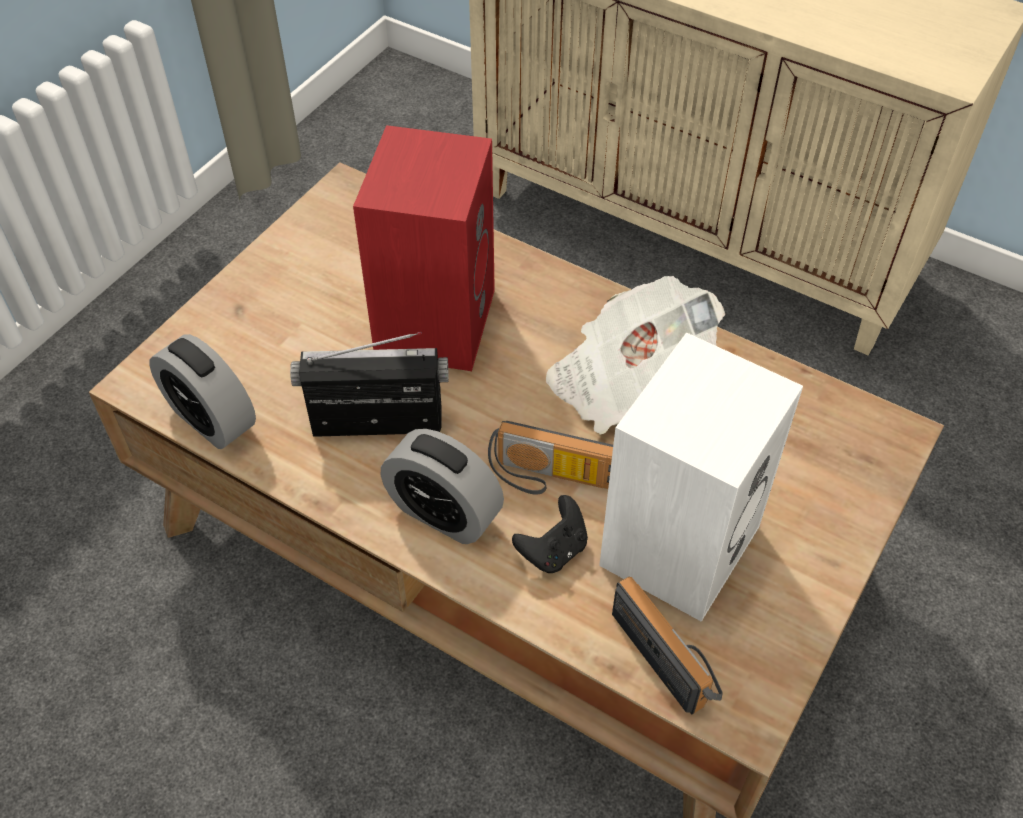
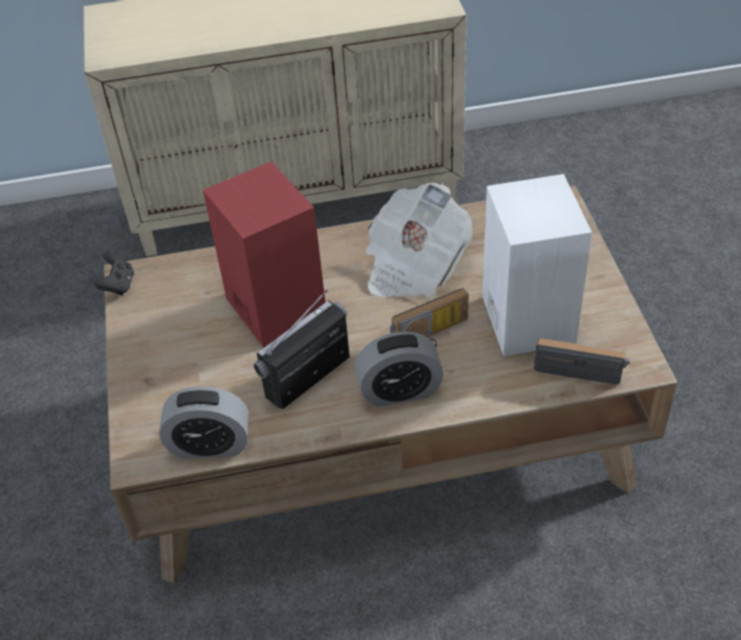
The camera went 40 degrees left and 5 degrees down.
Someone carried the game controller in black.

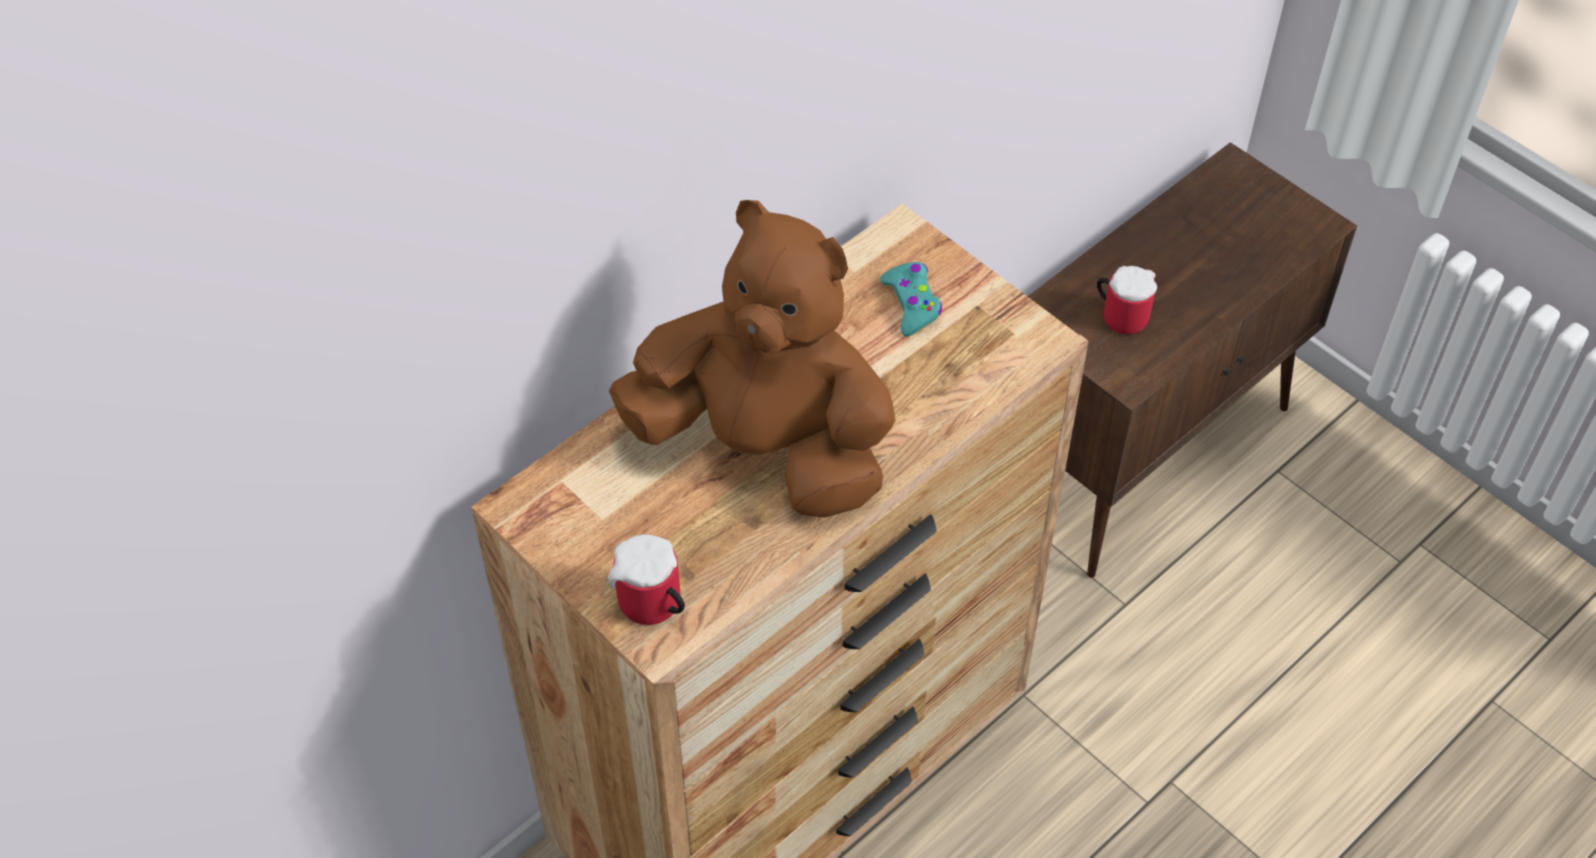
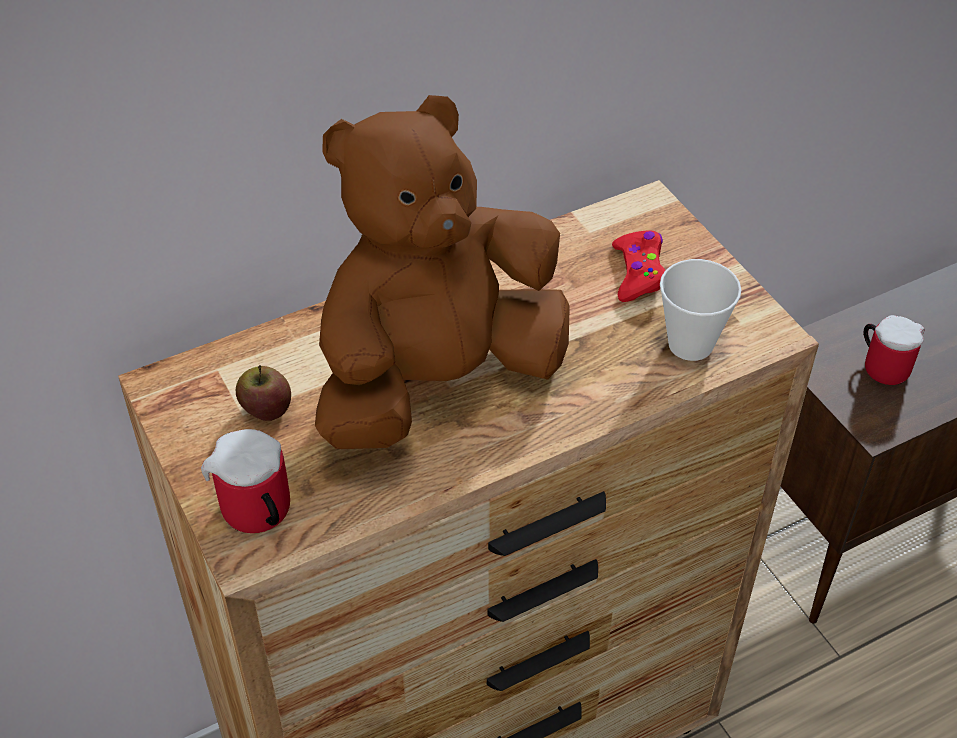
The camera went 15 degrees right and 5 degrees down.
Someone rotated the plush toy in brown by 75 degrees counterclockwise.
Someone repainted the game controller in turquoise, which became the game controller in red.
Someone put down the apple.
Someone put down the cup.

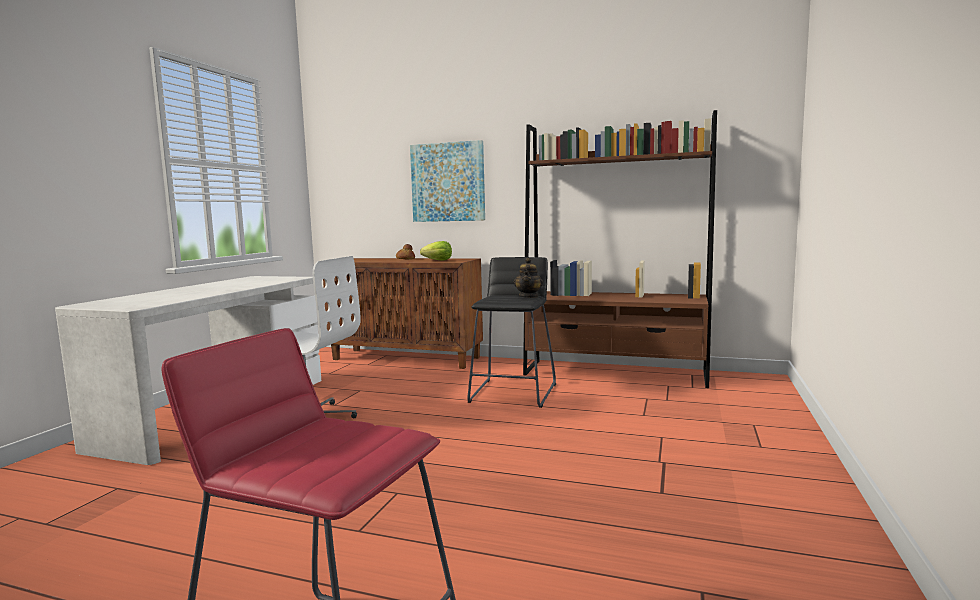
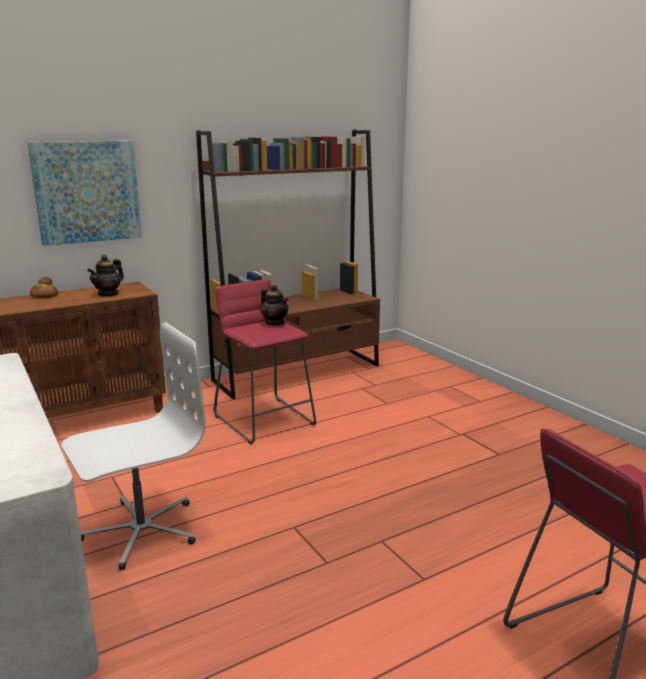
The camera went 50 degrees left and 10 degrees up.
Someone swapped the lettuce for the teapot (no. 1 from left).
Someone repainted the stool in black, which became the stool in red (no. 1 from left).

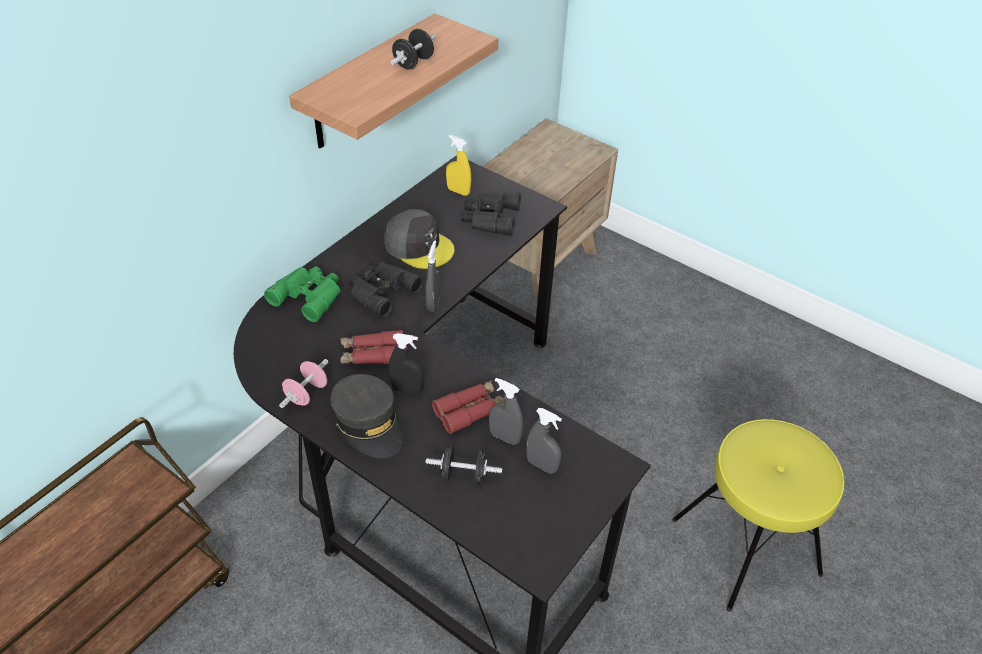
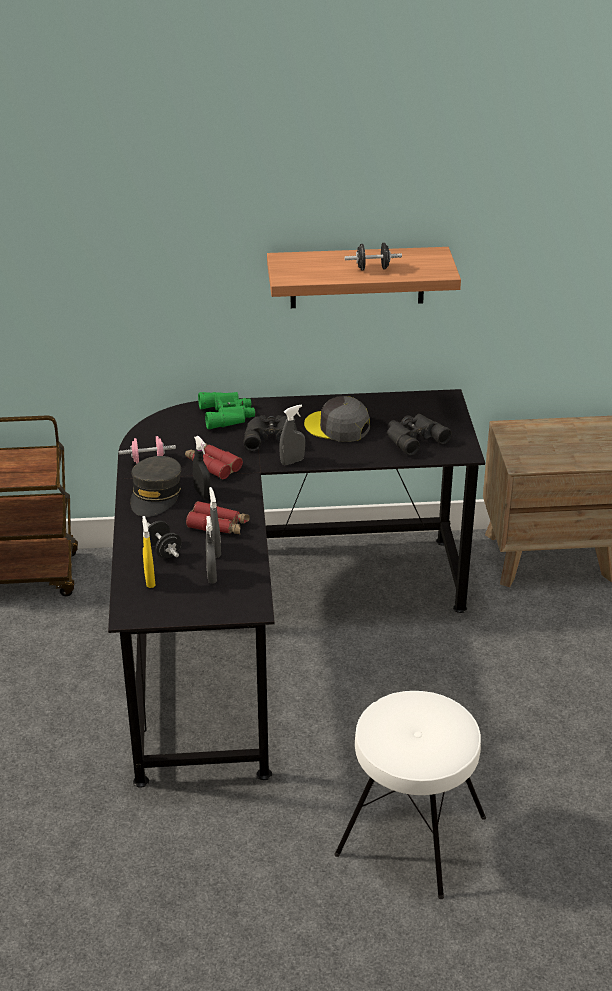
The camera went 50 degrees right and 10 degrees down.
Someone rotated the cap in grey (no. 2 from left) by 120 degrees clockwise.
Someone carried the spray bottle in yellow.
Someone repainted the stool in yellow, which became the stool in white.

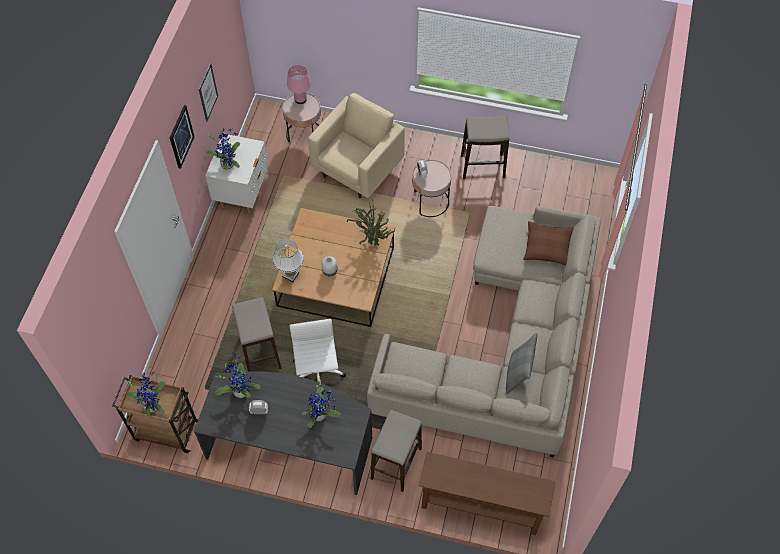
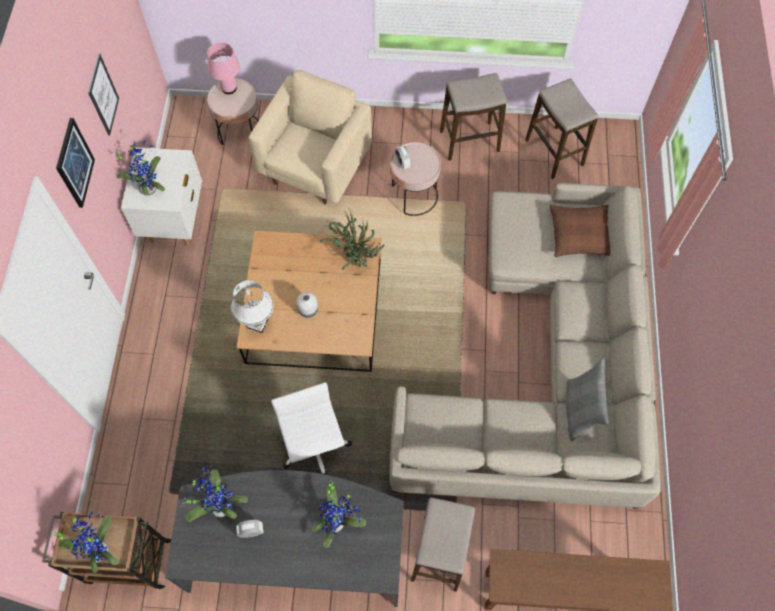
The camera went 10 degrees left and 5 degrees up.
Someone carried the stool (no. 1 from left in the first image).

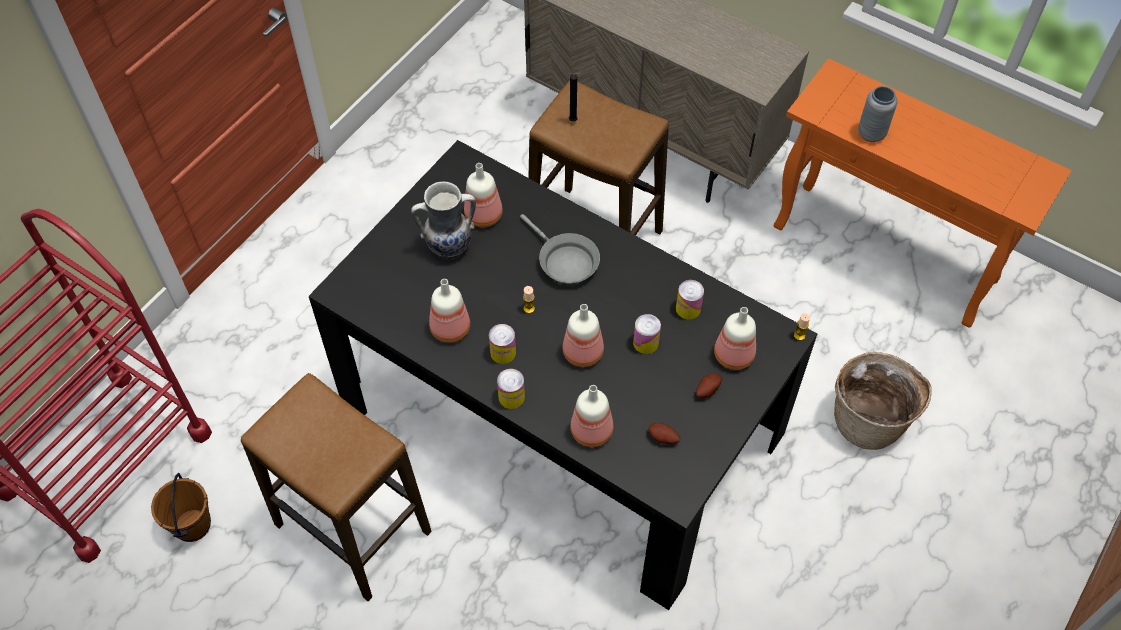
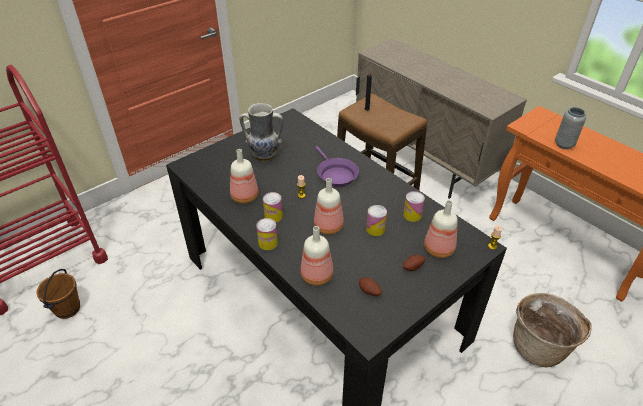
The camera went 15 degrees right and 15 degrees down.
Someone took away the stool (no. 1 from left).
Someone took away the bottle (no. 2 from left).
Someone repainted the frying pan in grey, which became the frying pan in purple.

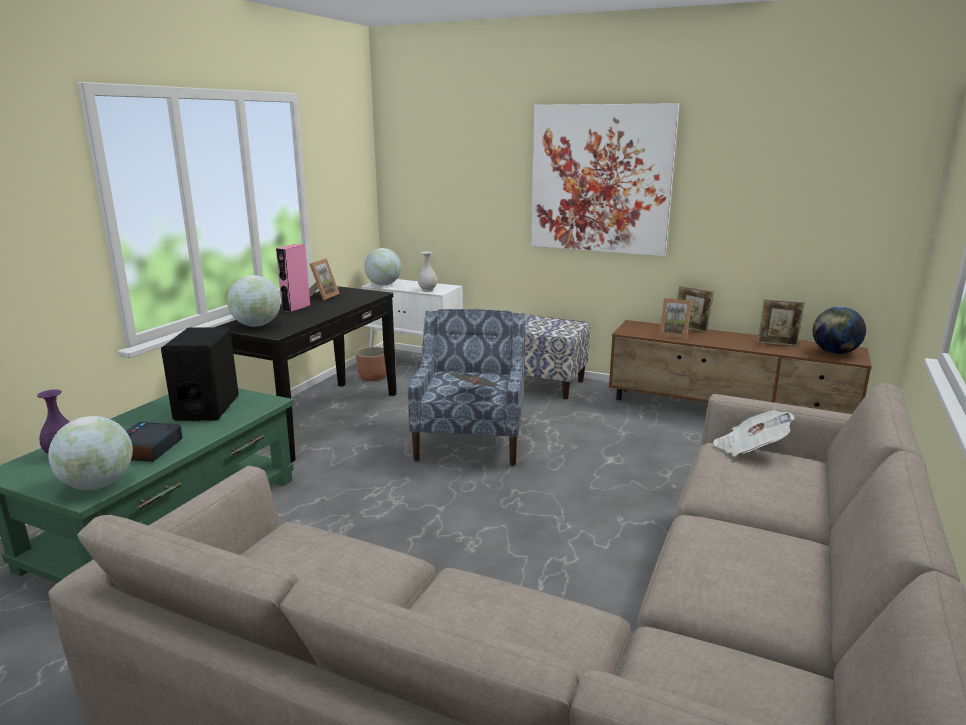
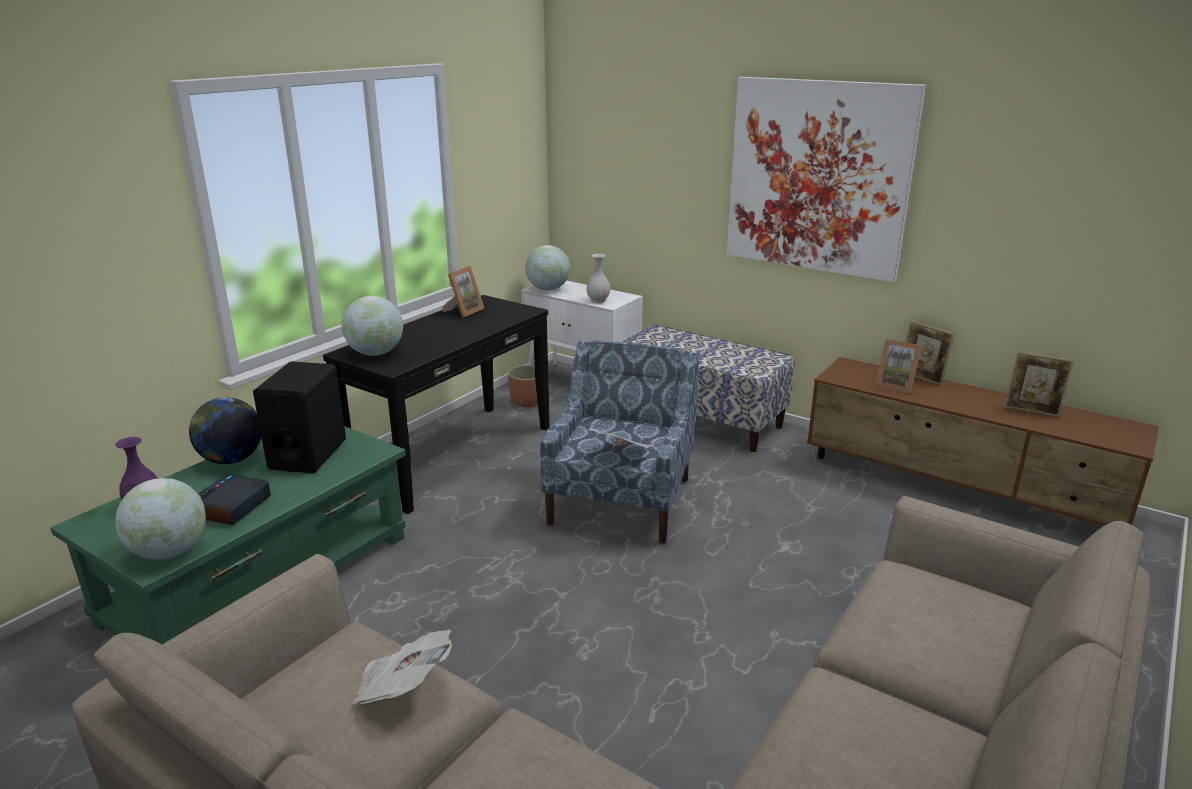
The camera went 10 degrees right and 5 degrees up.
Someone took away the speaker in pink.
Someone carried the newspaper (no. 2 from left in the first image).
Someone carried the globe (no. 4 from left in the first image).

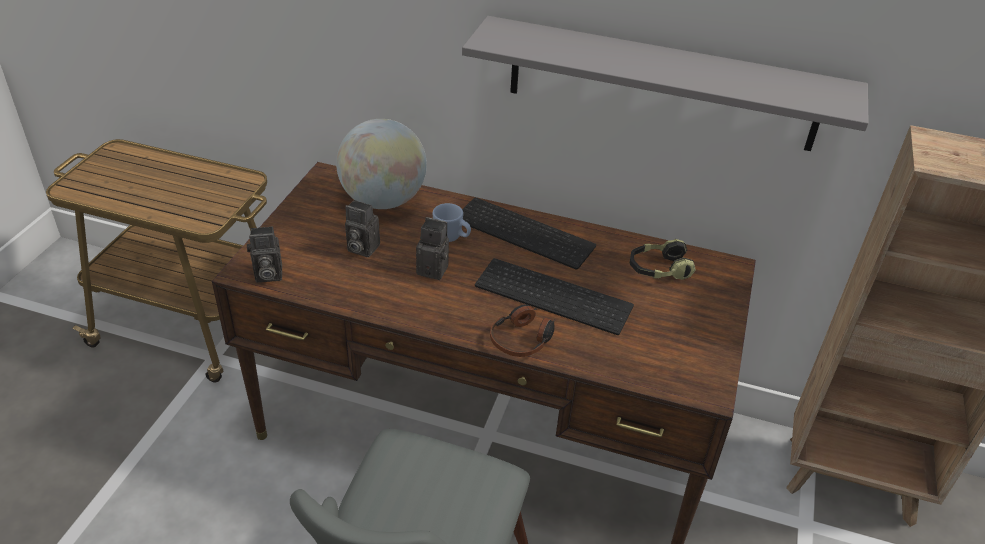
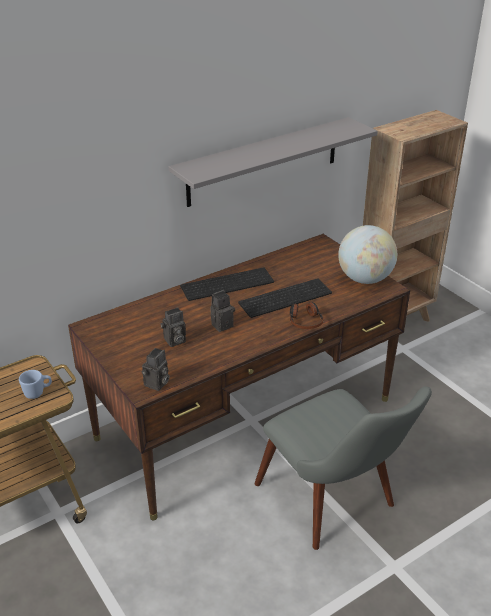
The camera went 50 degrees left and 5 degrees down.
Someone carried the globe.
Someone carried the mug in blue.
Someone took away the headphones (no. 2 from left).

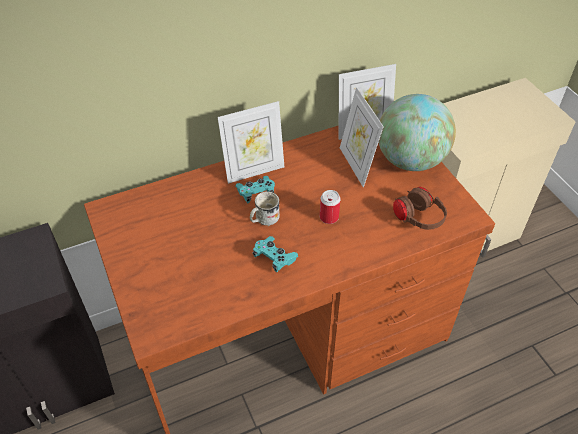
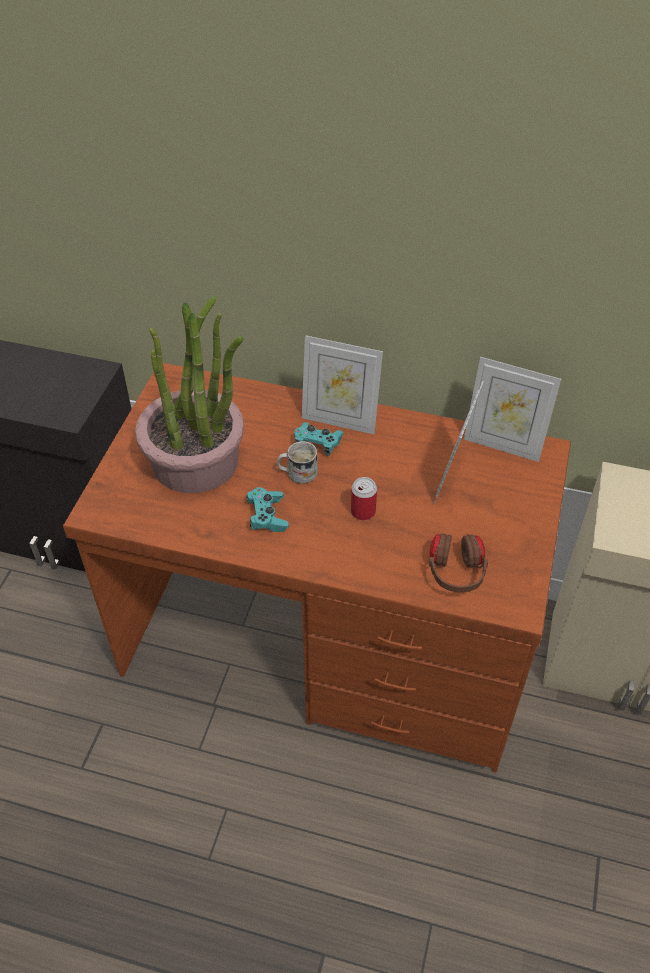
The camera went 40 degrees right and 0 degrees up.
Someone took away the globe.
Someone put down the potted plant.

